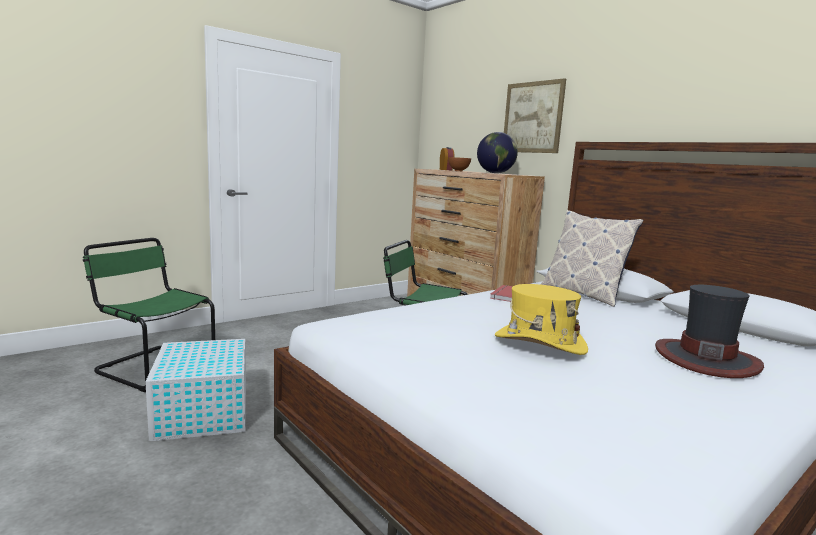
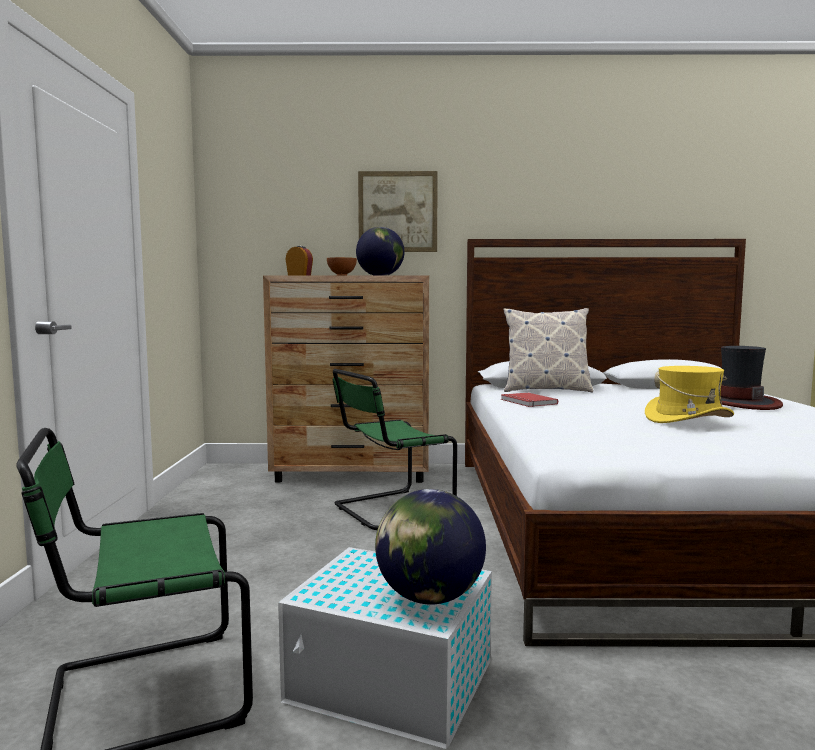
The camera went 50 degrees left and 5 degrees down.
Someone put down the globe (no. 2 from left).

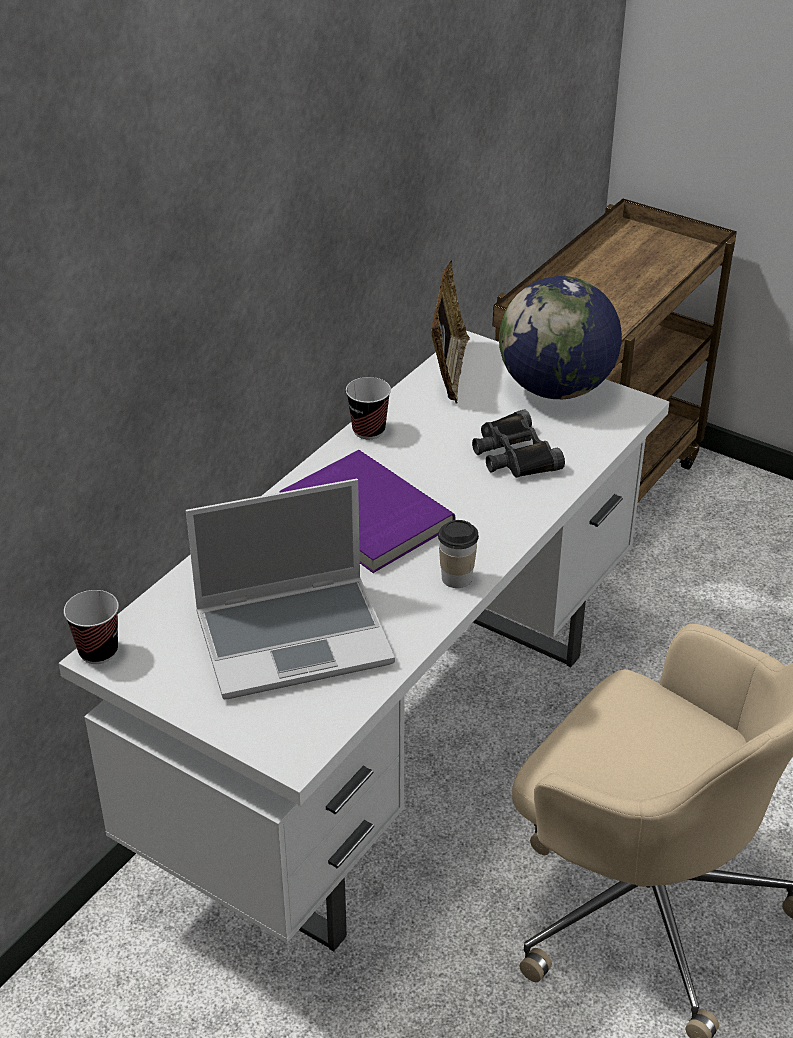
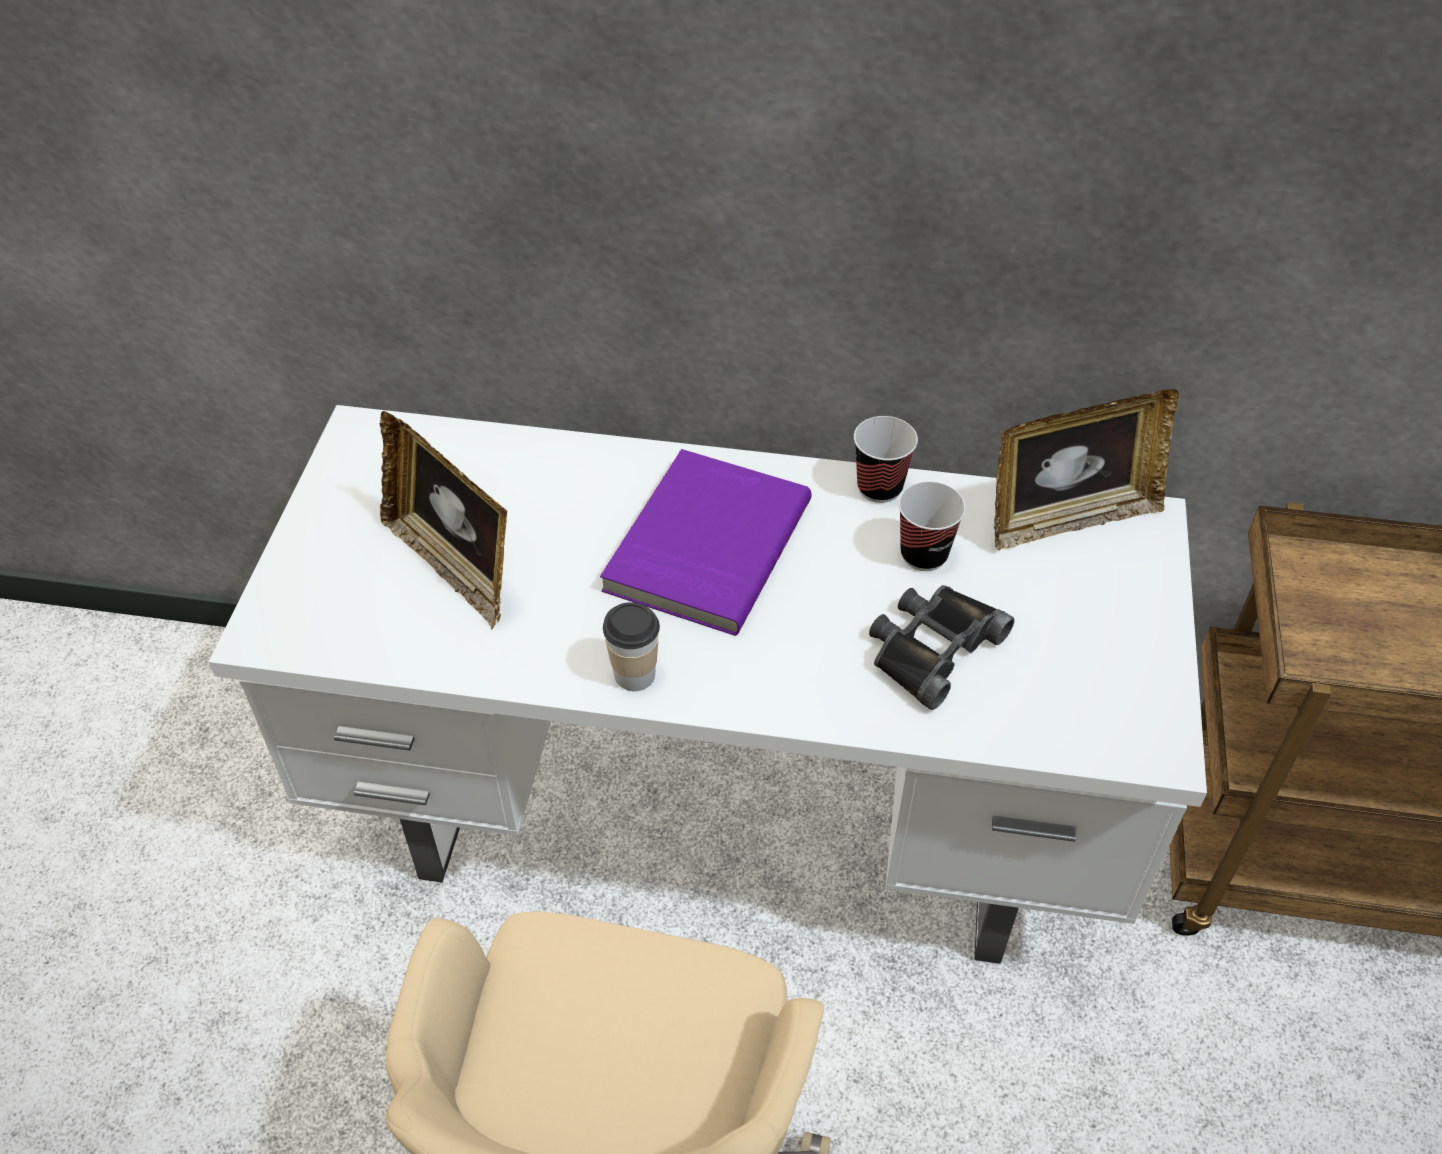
The camera went 65 degrees right and 10 degrees up.
Someone carried the cup (no. 1 from left in the first image).
Someone swapped the laptop for the picture frame (no. 1 from left).
Someone took away the globe.

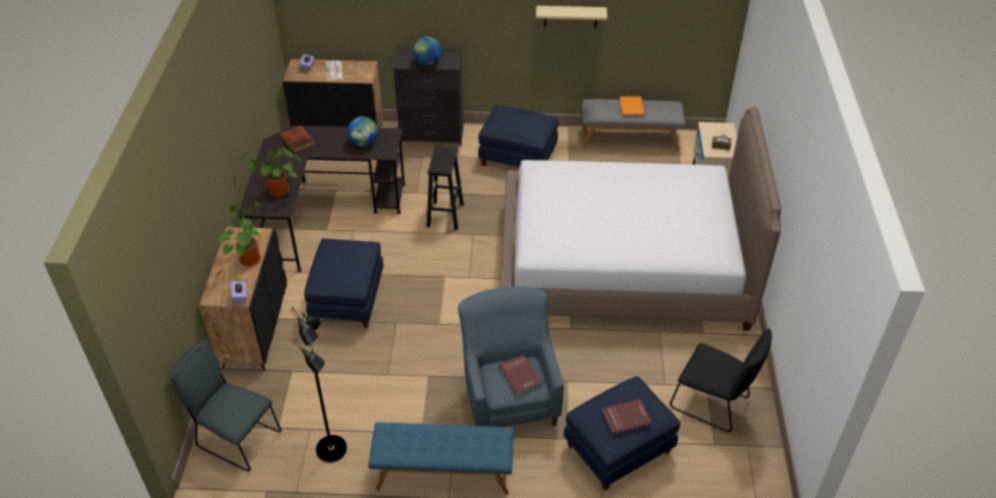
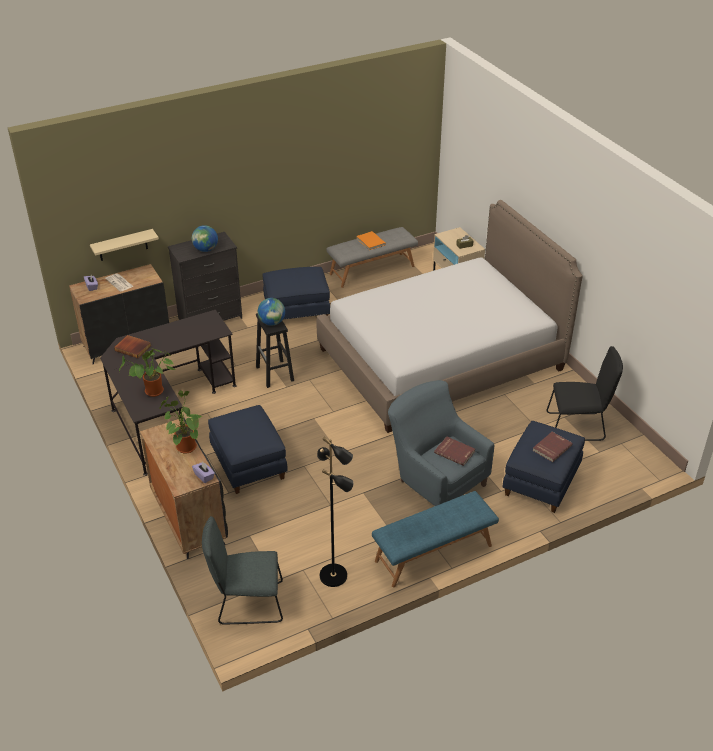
The camera went 30 degrees left and 5 degrees down.
Someone carried the globe (no. 1 from left in the first image).
Someone carried the shelf in beige.

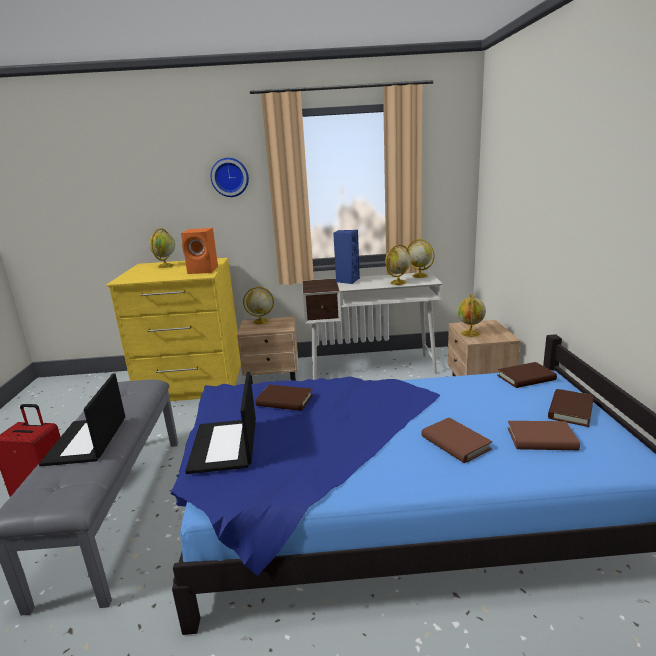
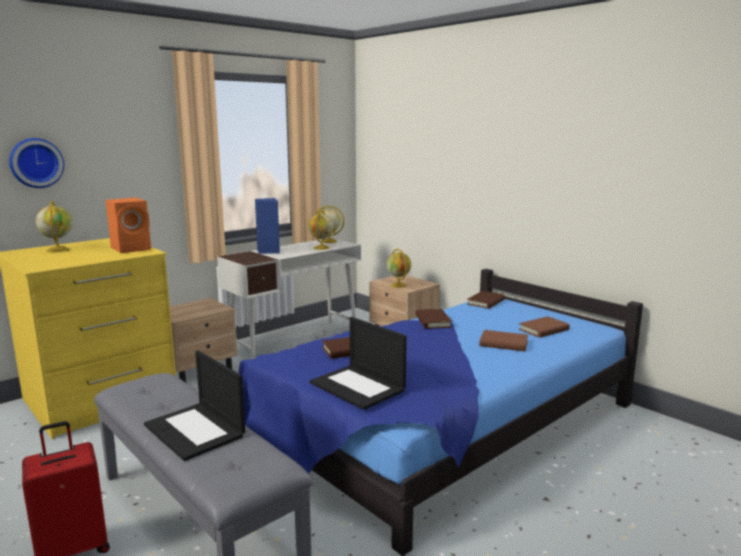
The camera went 40 degrees left and 5 degrees down.
Someone carried the wall clock.
Someone took away the globe (no. 2 from left).
Someone carried the book in brown (no. 5 from left in the first image).

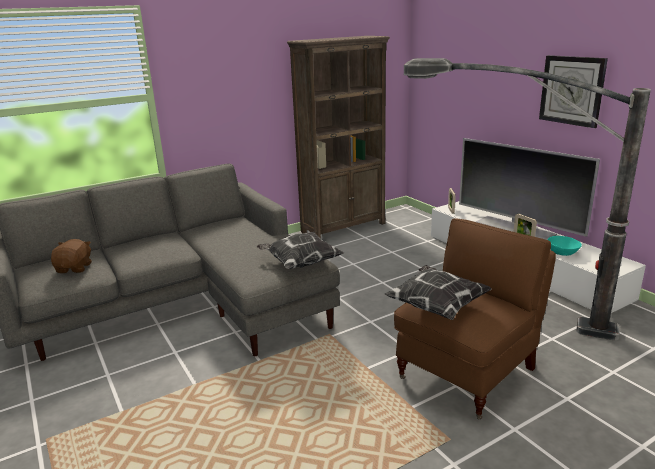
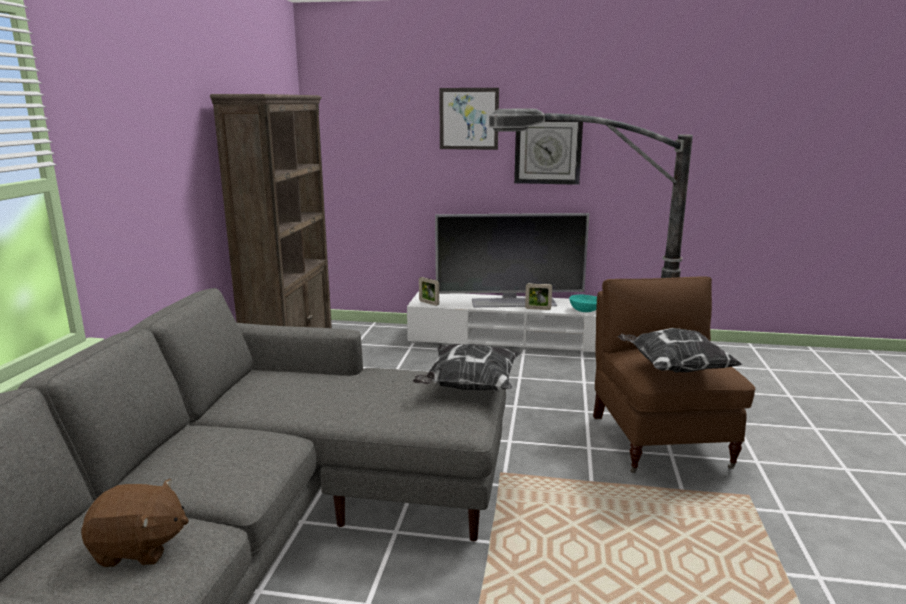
The camera went 50 degrees left and 5 degrees down.
Someone rotated the plush toy in brown by 135 degrees clockwise.
Someone put up the picture.

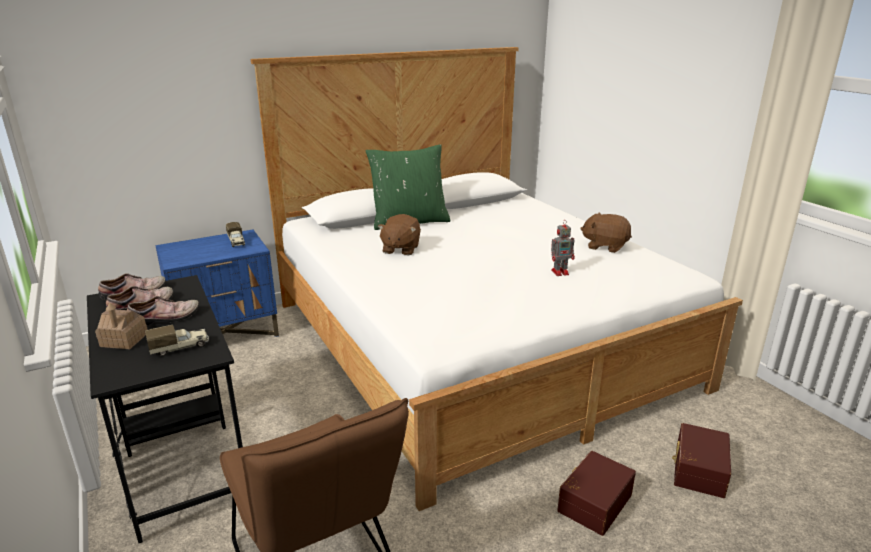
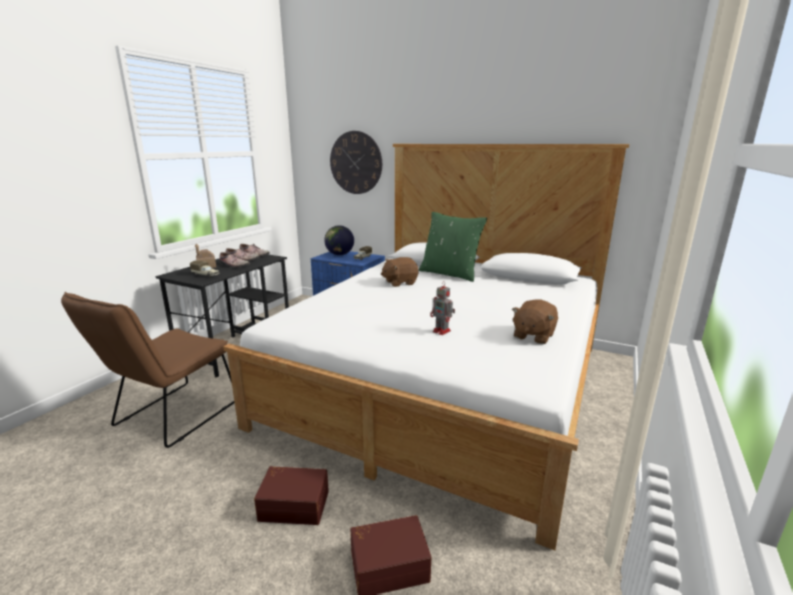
The camera went 55 degrees right and 5 degrees down.
Someone rotated the plush toy in brown (no. 2 from left) by 135 degrees counterclockwise.
Someone put down the globe.
Someone put up the wall clock.

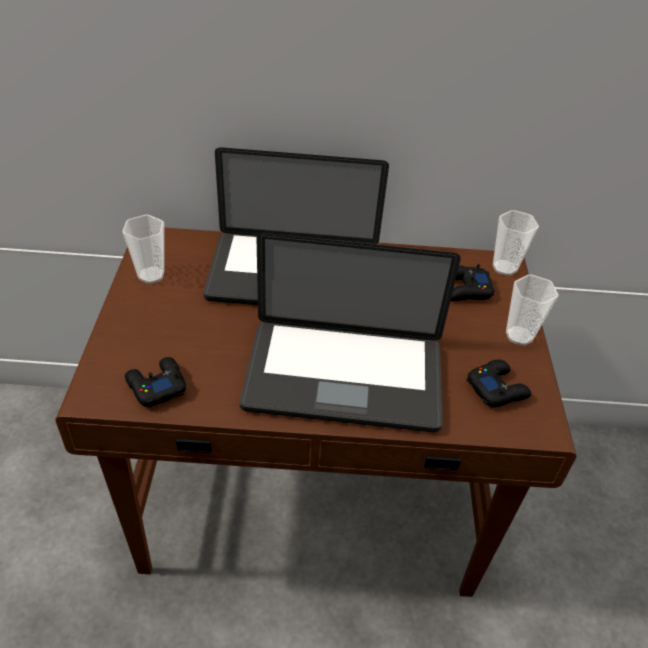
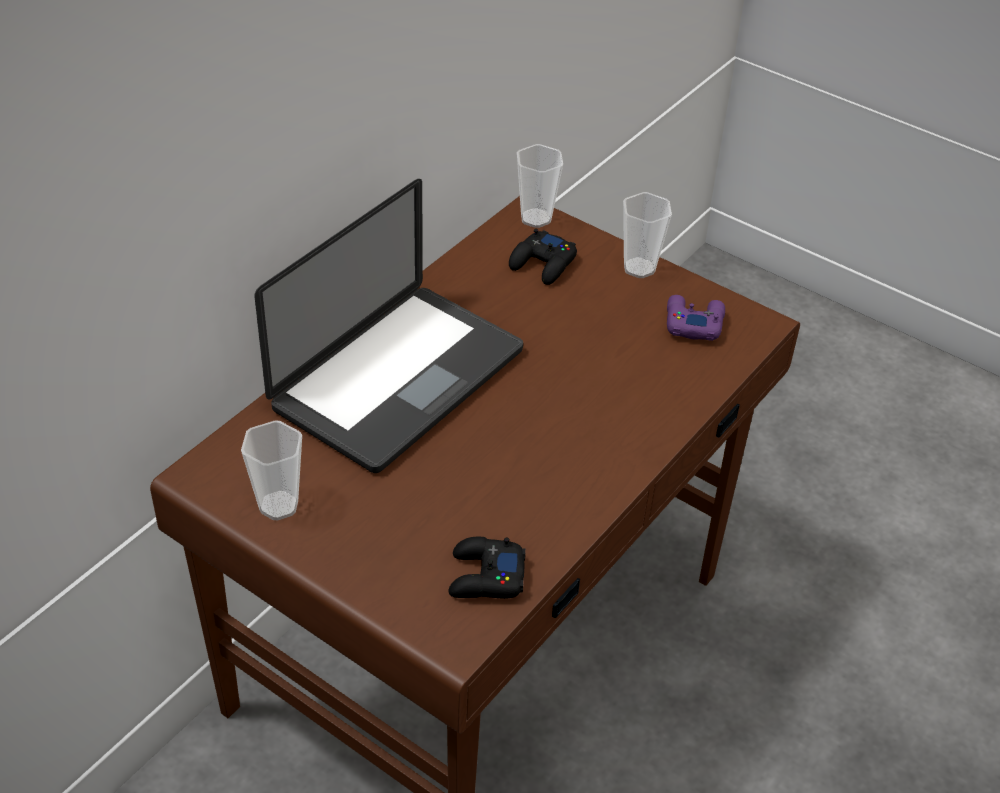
The camera went 55 degrees left and 0 degrees up.
Someone took away the laptop (no. 2 from left).
Someone repainted the game controller in black (no. 3 from left), which became the game controller in purple.

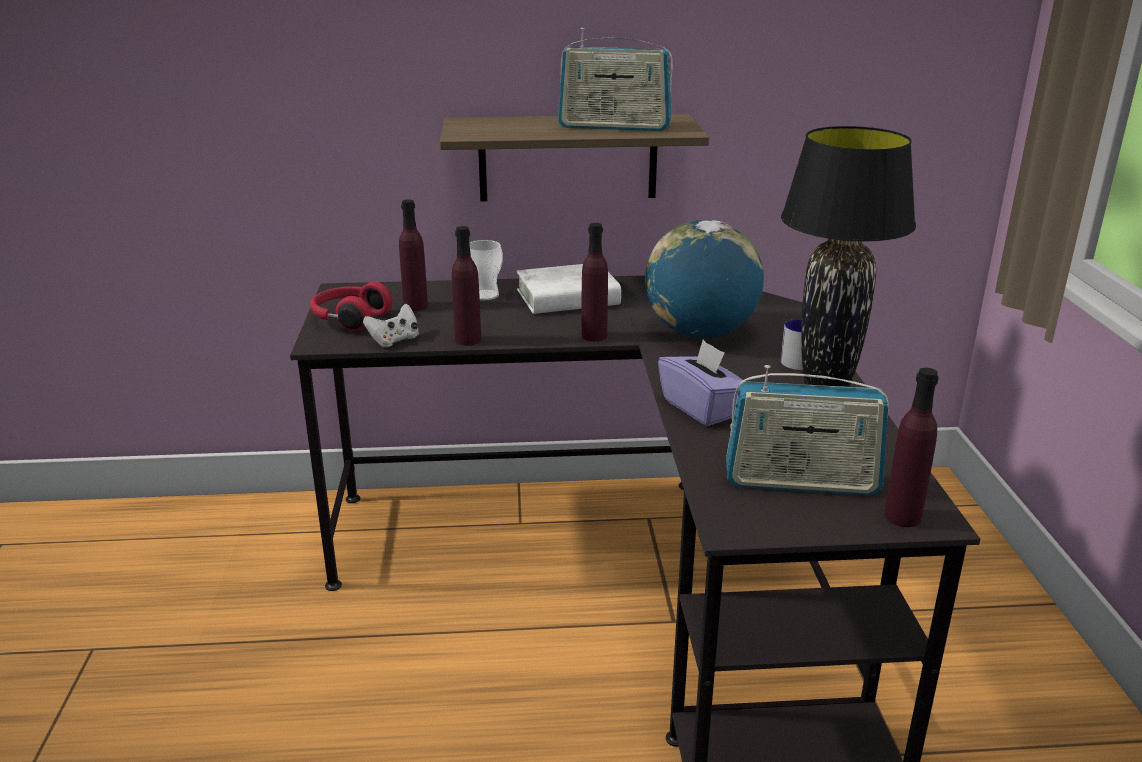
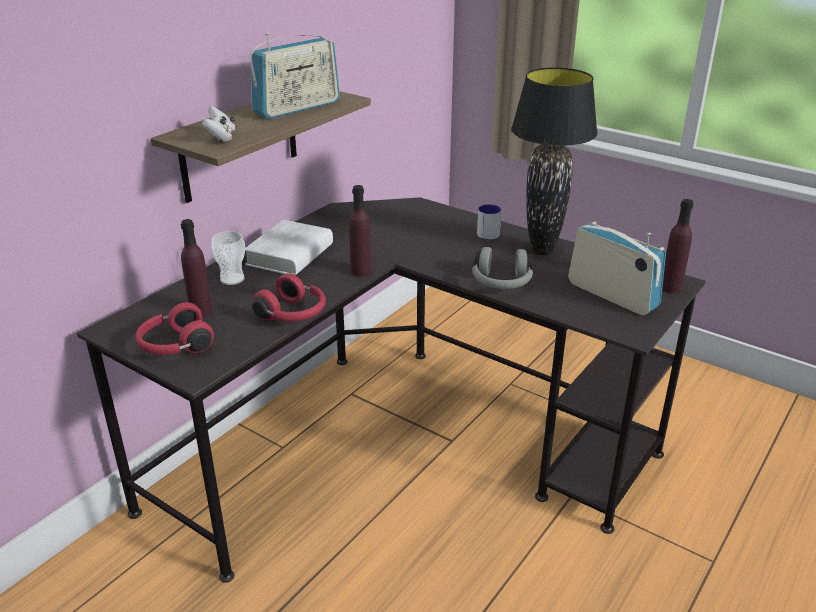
The camera went 50 degrees left and 5 degrees up.
Someone carried the game controller in white.
Someone swapped the bottle in purple (no. 2 from left) for the headphones in red (no. 2 from left).
Someone took away the globe.
Someone swapped the tissue box in purple for the headphones in grey.
Someone rotated the radio (no. 2 from left) by 90 degrees counterclockwise.

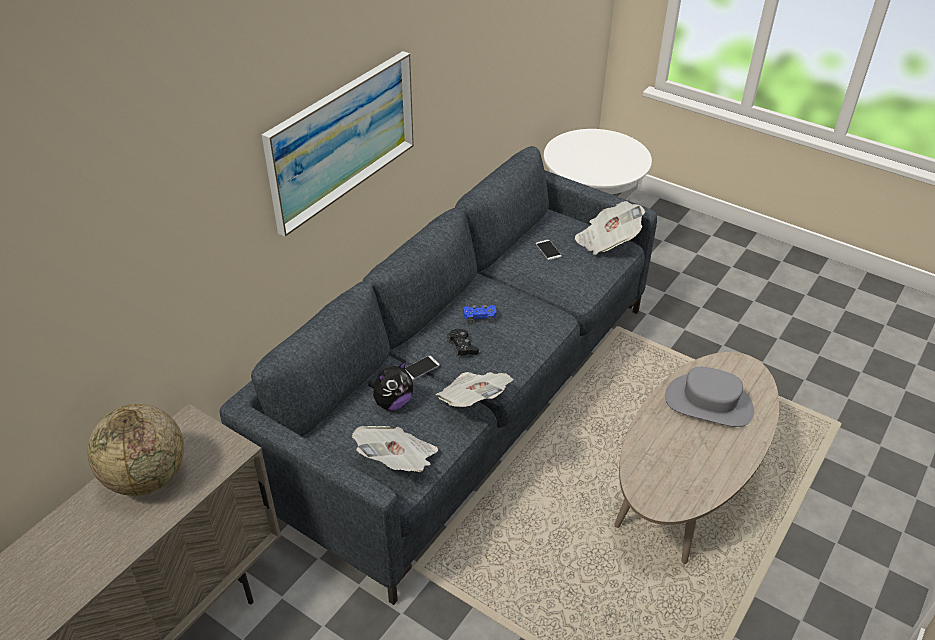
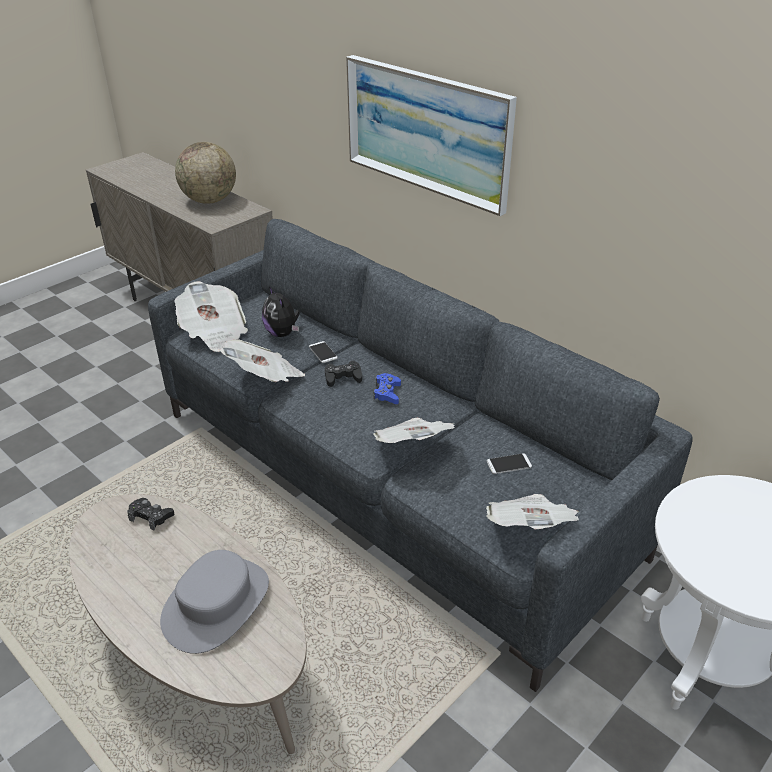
The camera went 100 degrees right and 5 degrees down.
Someone put down the game controller in black (no. 1 from left).
Someone put down the newspaper (no. 3 from left).

